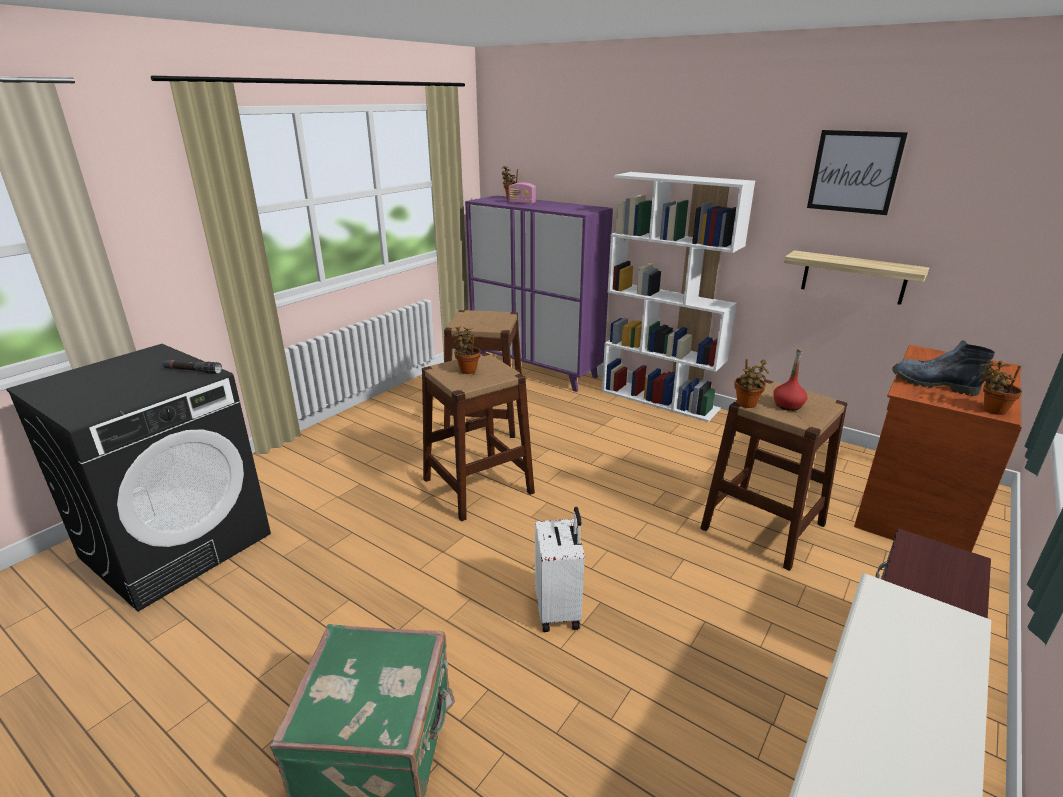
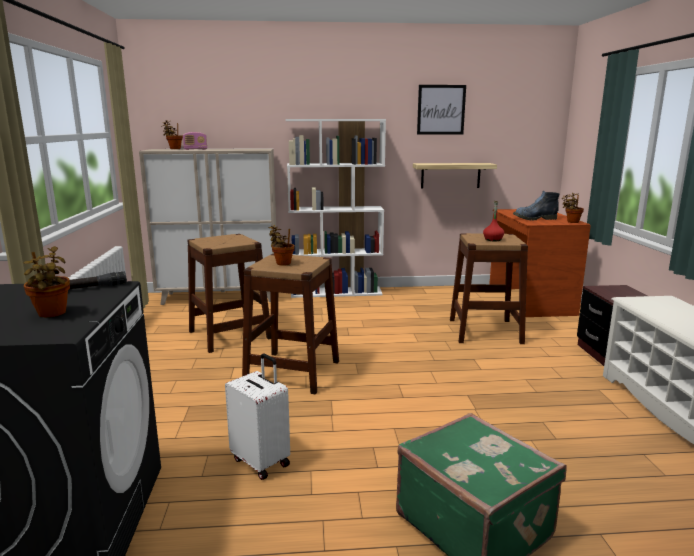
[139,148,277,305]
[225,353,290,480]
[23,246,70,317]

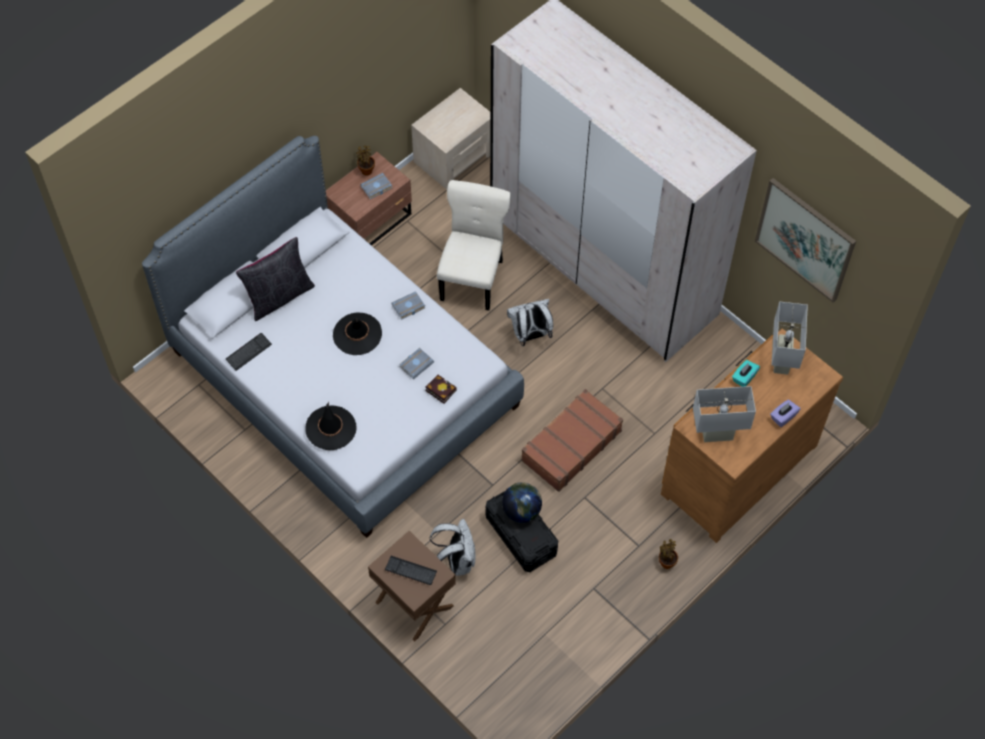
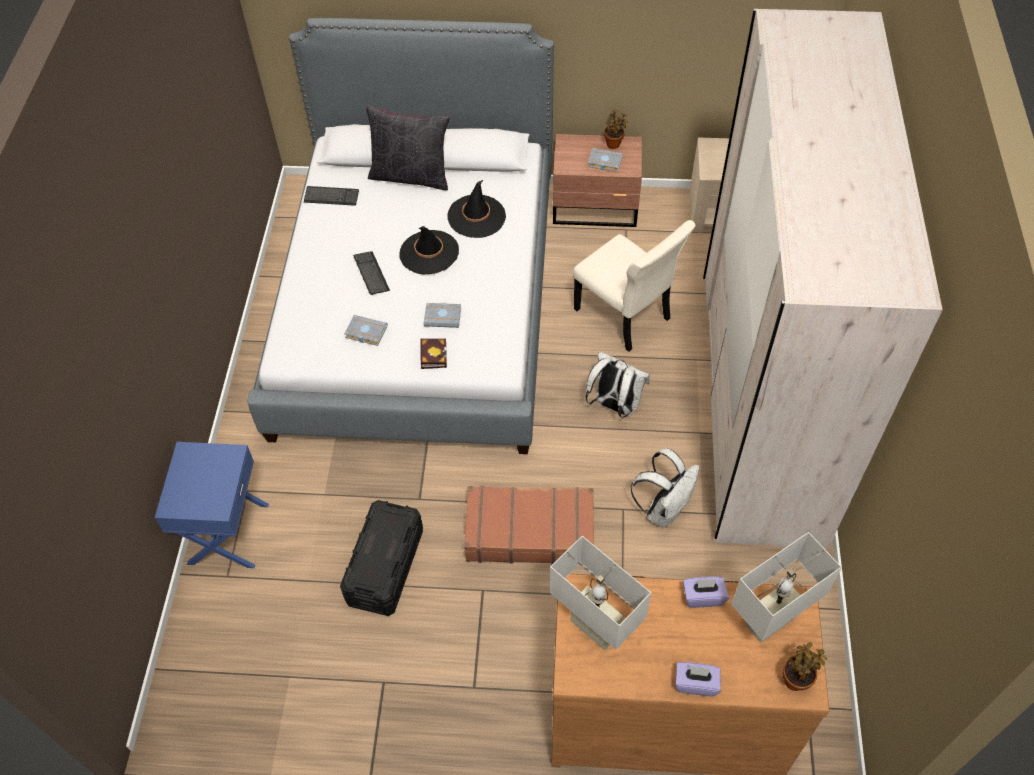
[447,180,506,238]
[155,442,269,568]
[353,251,390,295]
[344,315,388,346]
[630,449,700,527]
[573,220,696,352]
[502,482,542,523] (first image)
[782,642,827,691]
[683,577,729,608]
[755,178,856,303] (first image)

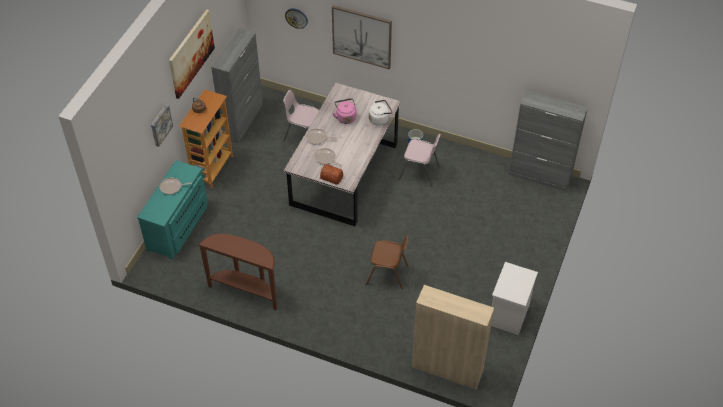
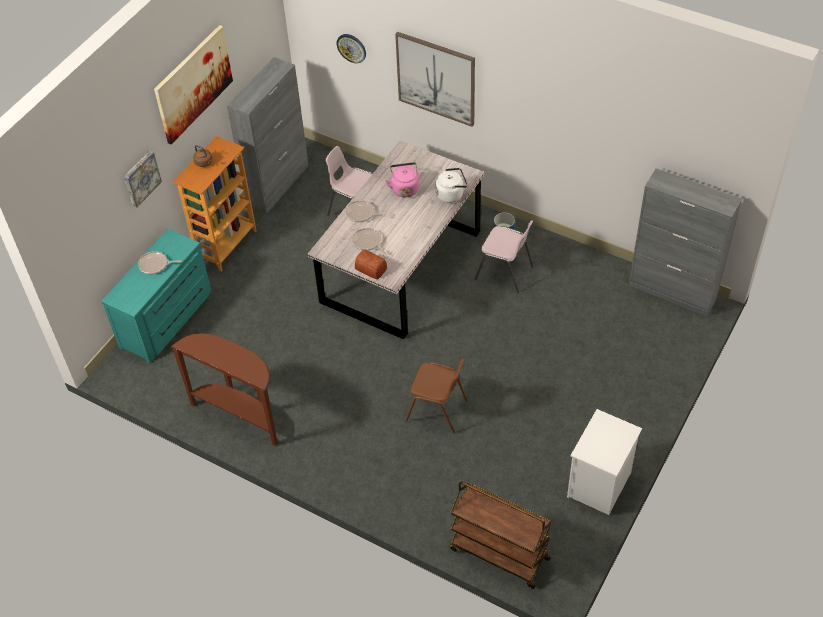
[449,481,551,589]

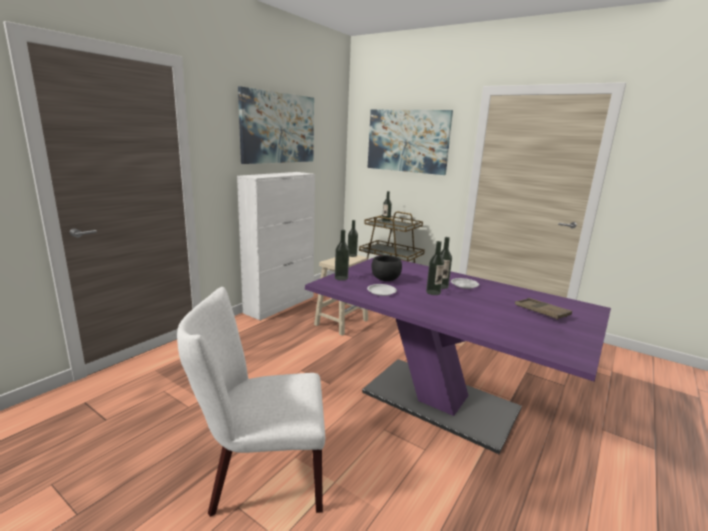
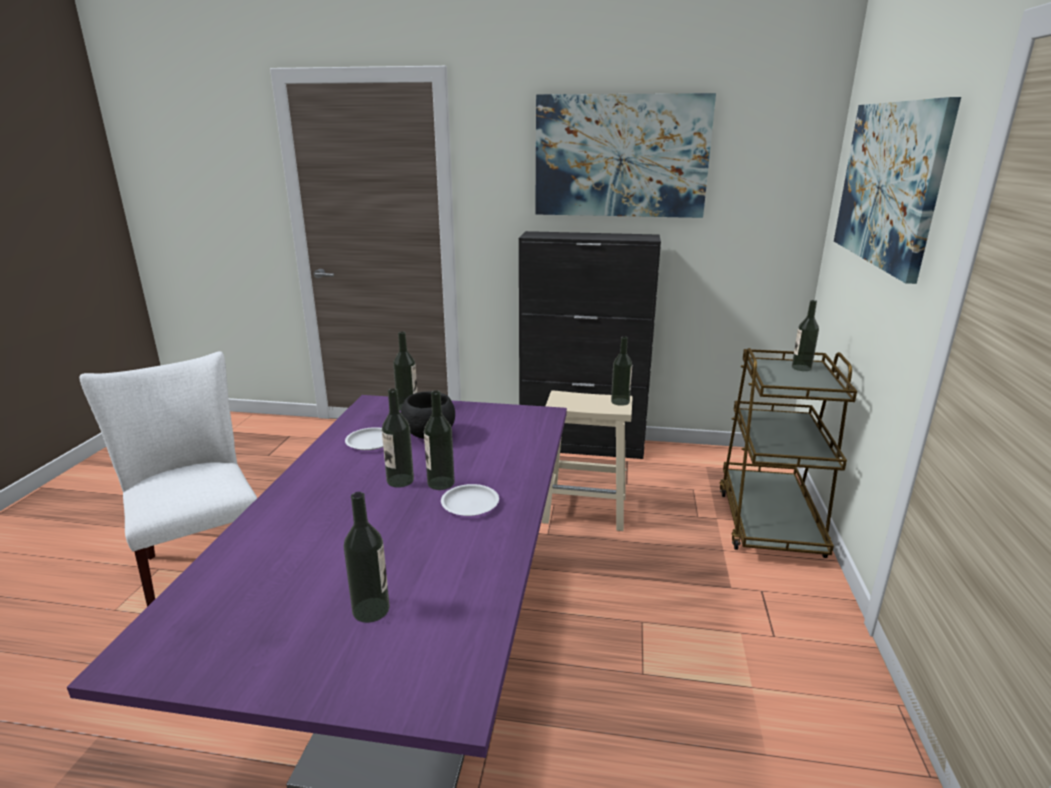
[519,231,661,459]
[344,492,390,623]

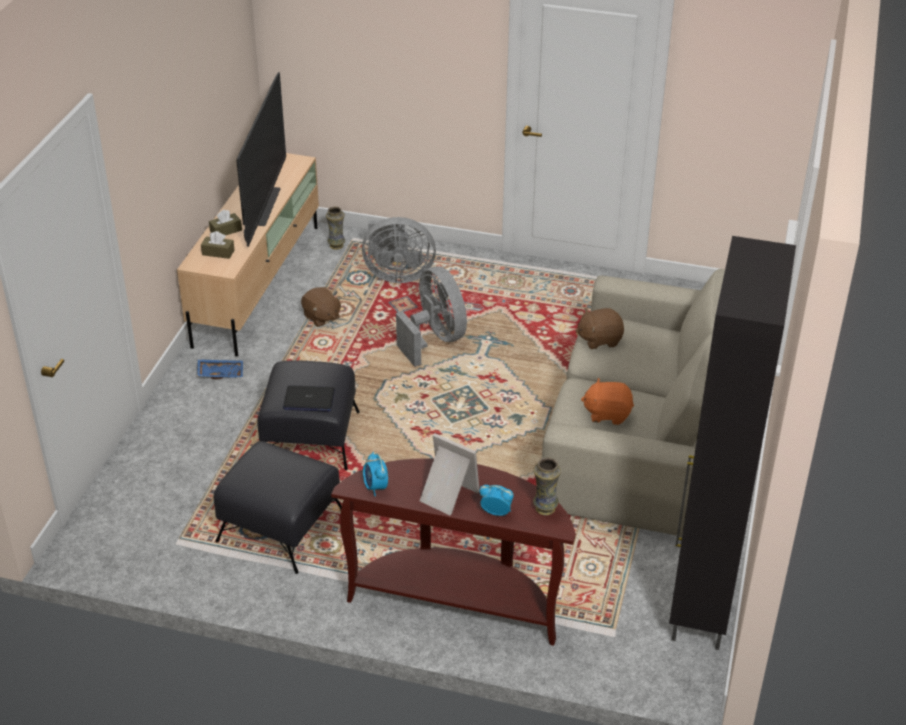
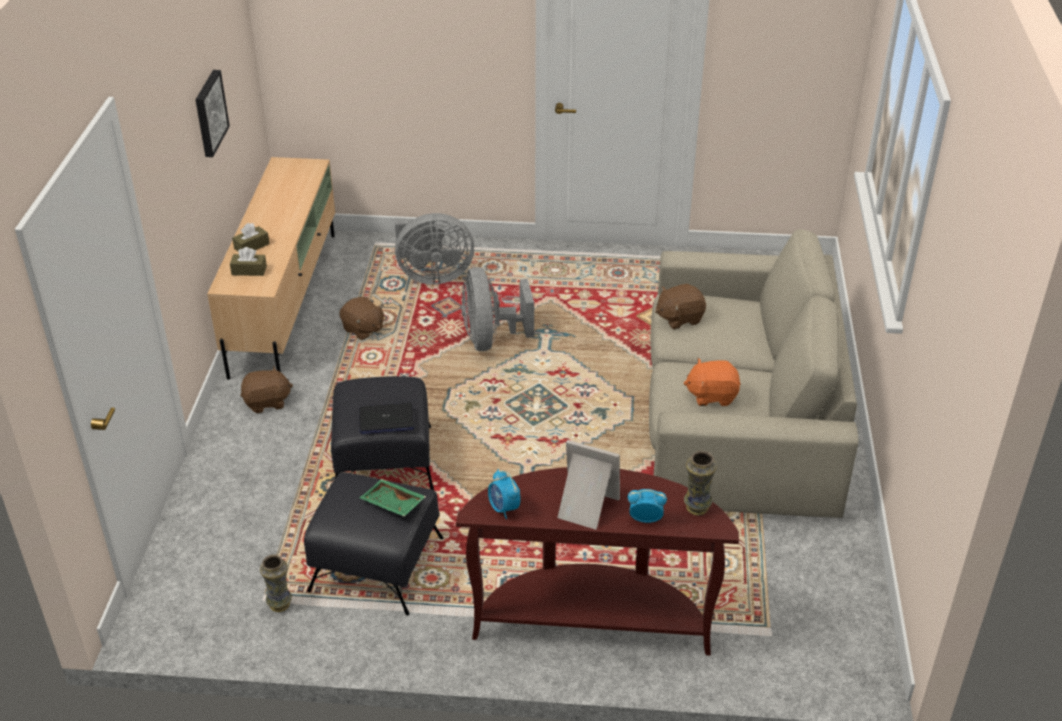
[240,366,293,413]
[236,72,286,247] (first image)
[260,555,292,612]
[461,267,534,351]
[669,236,796,650] (first image)
[195,70,230,157]
[359,479,426,516]

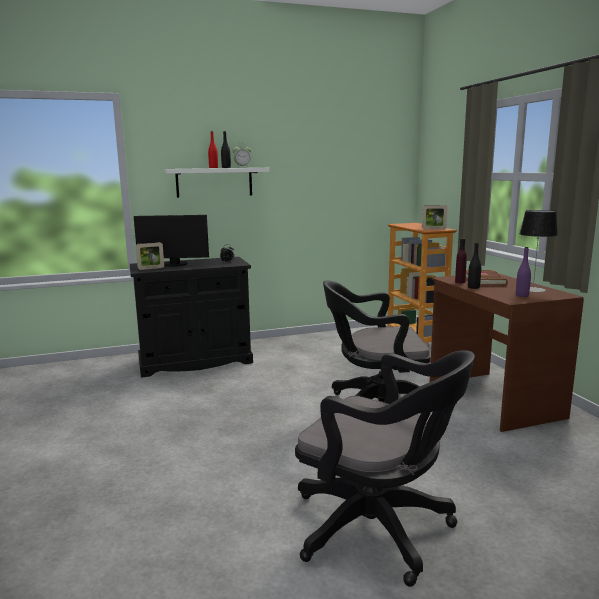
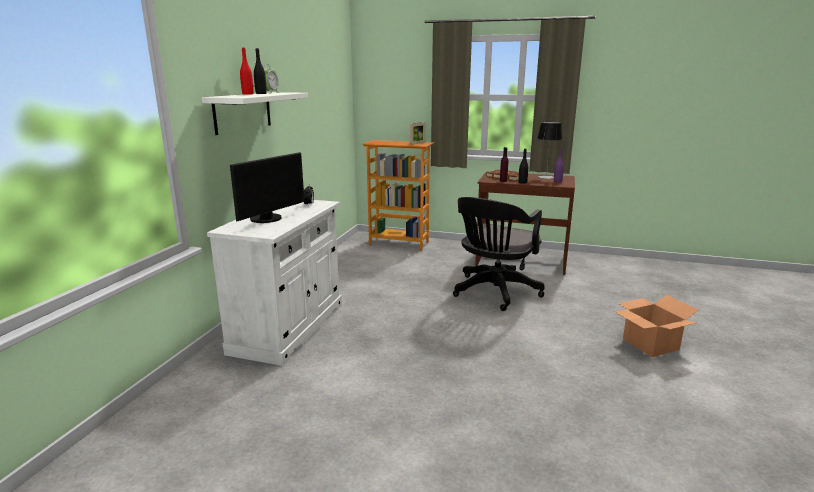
[207,200,342,366]
[136,242,164,270] (first image)
[614,295,698,357]

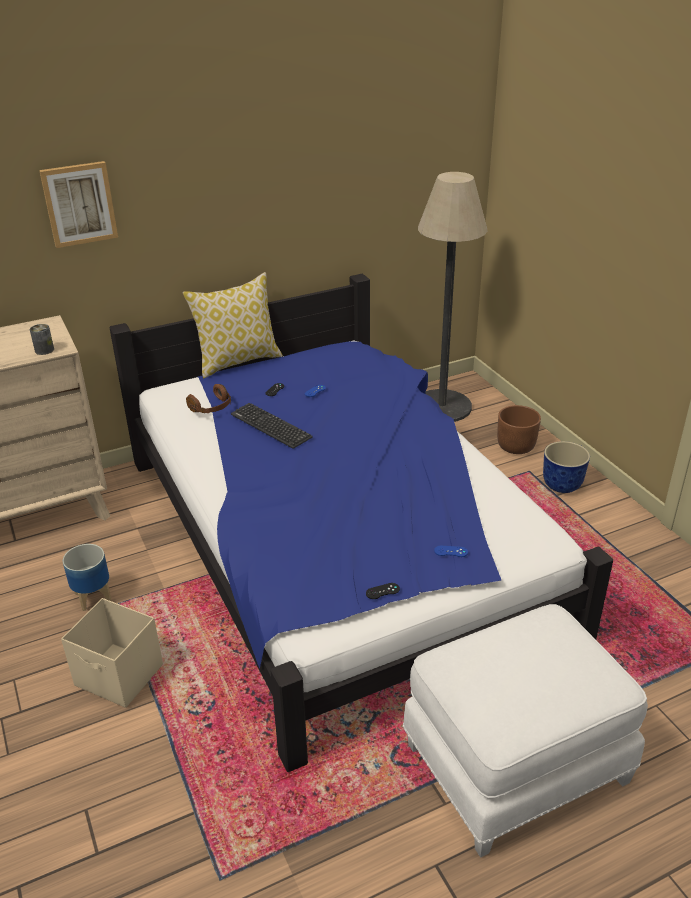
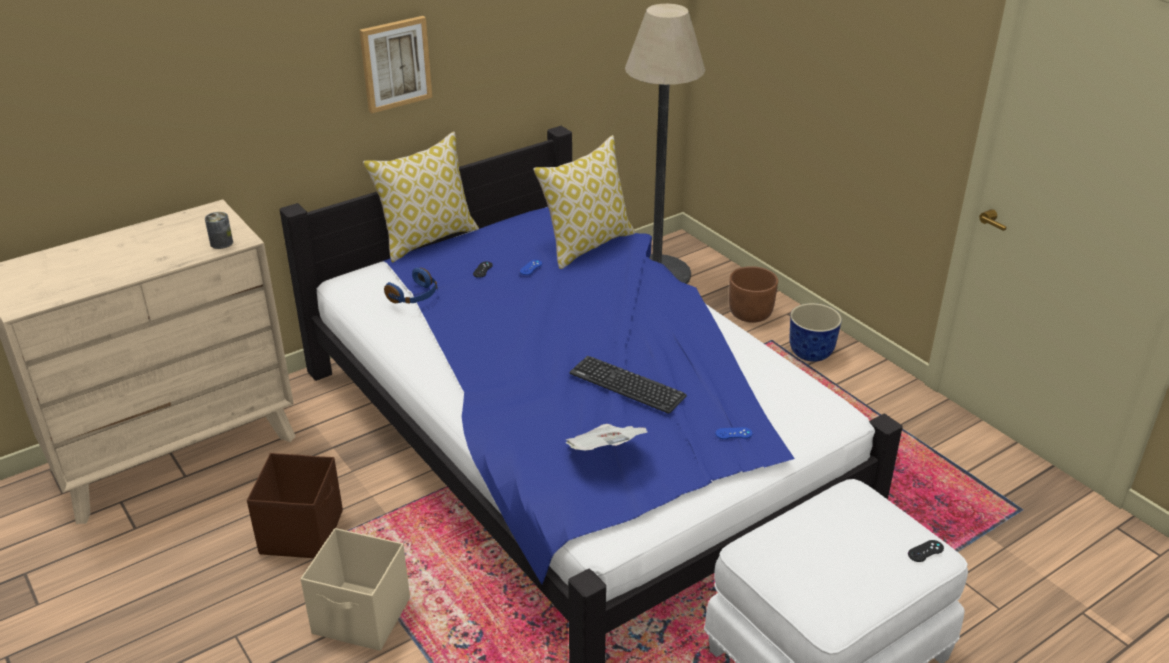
[359,16,432,113]
[247,453,343,558]
[384,268,438,303]
[569,356,687,414]
[908,540,944,562]
[533,135,635,269]
[566,424,647,450]

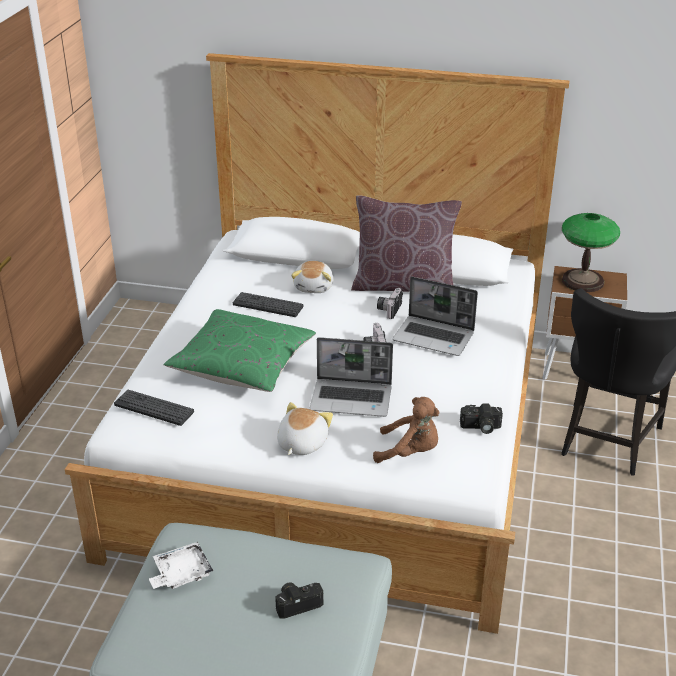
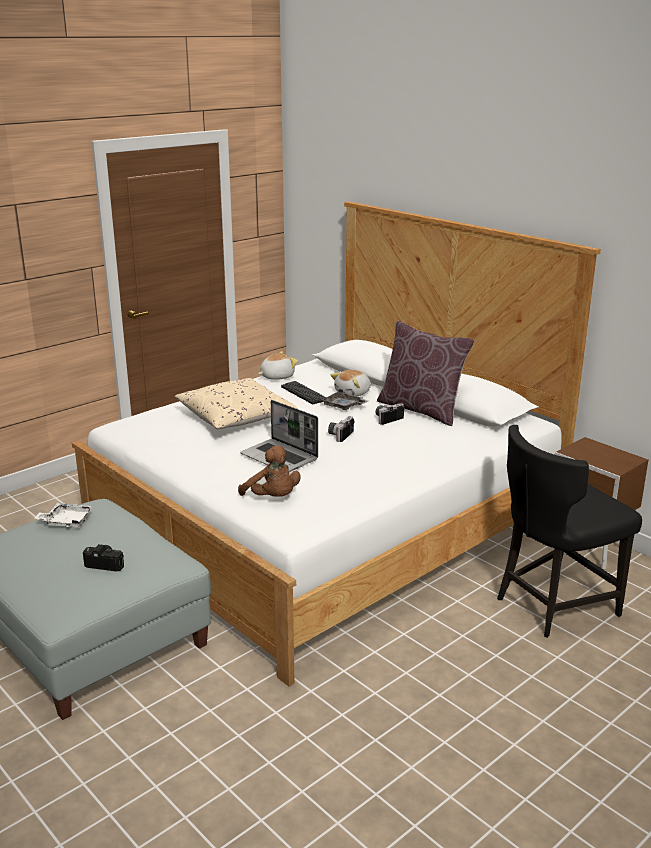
[114,390,194,426] (first image)
[175,378,297,429]
[258,351,298,380]
[392,277,478,356] (first image)
[460,403,503,434] (first image)
[562,213,620,292] (first image)
[321,389,368,410]

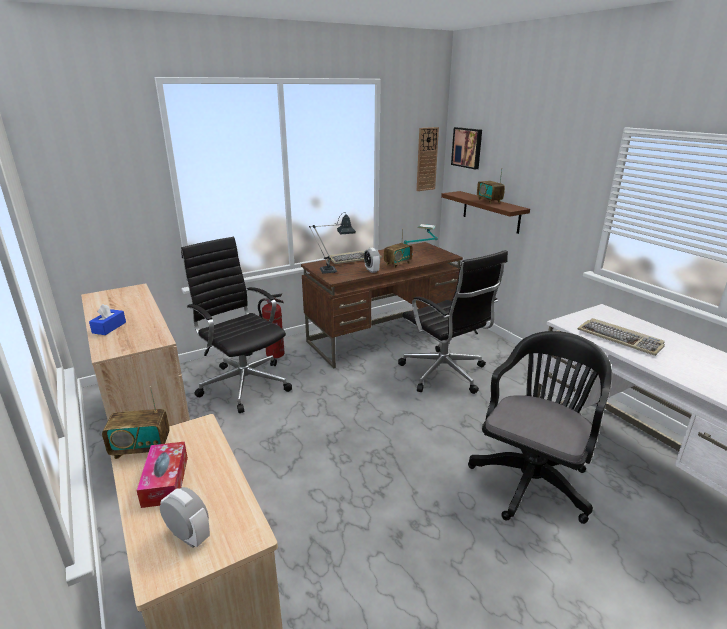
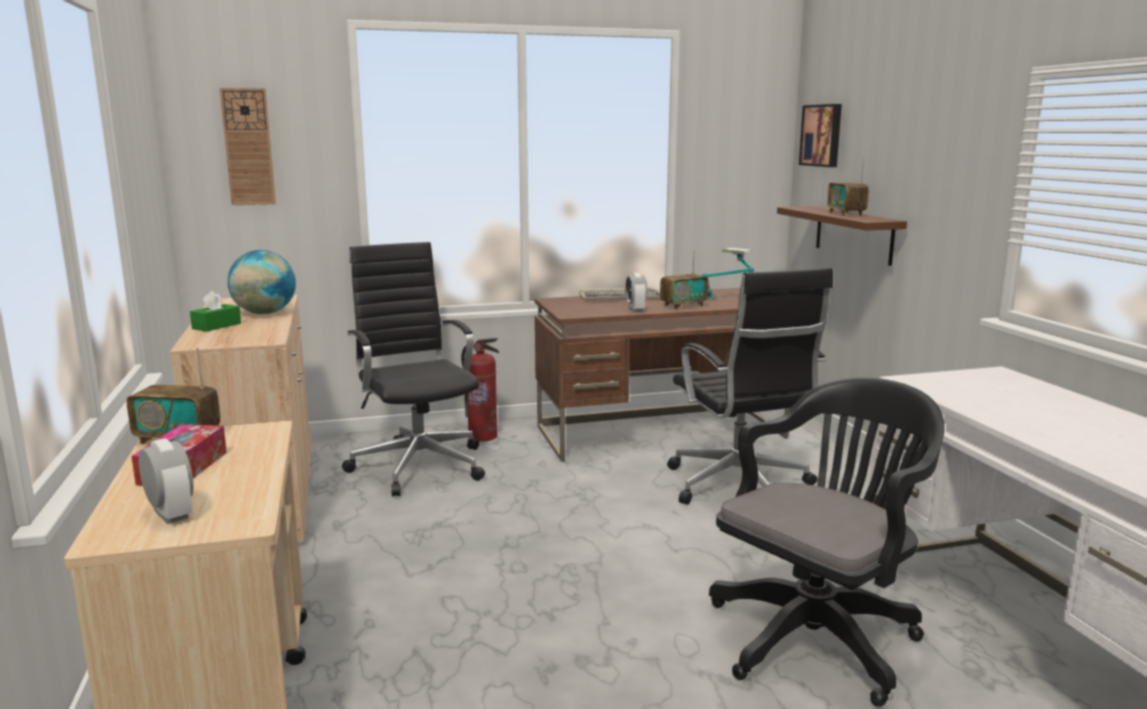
[190,291,241,332]
[309,212,356,274] (first image)
[220,88,276,205]
[578,318,665,356] (first image)
[228,250,296,315]

